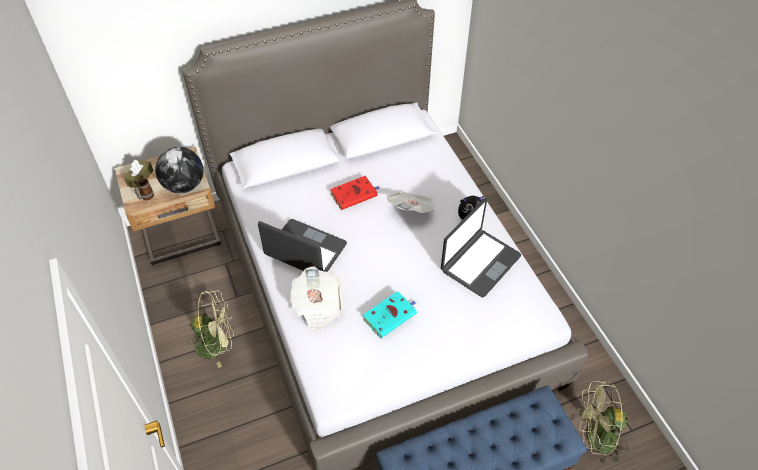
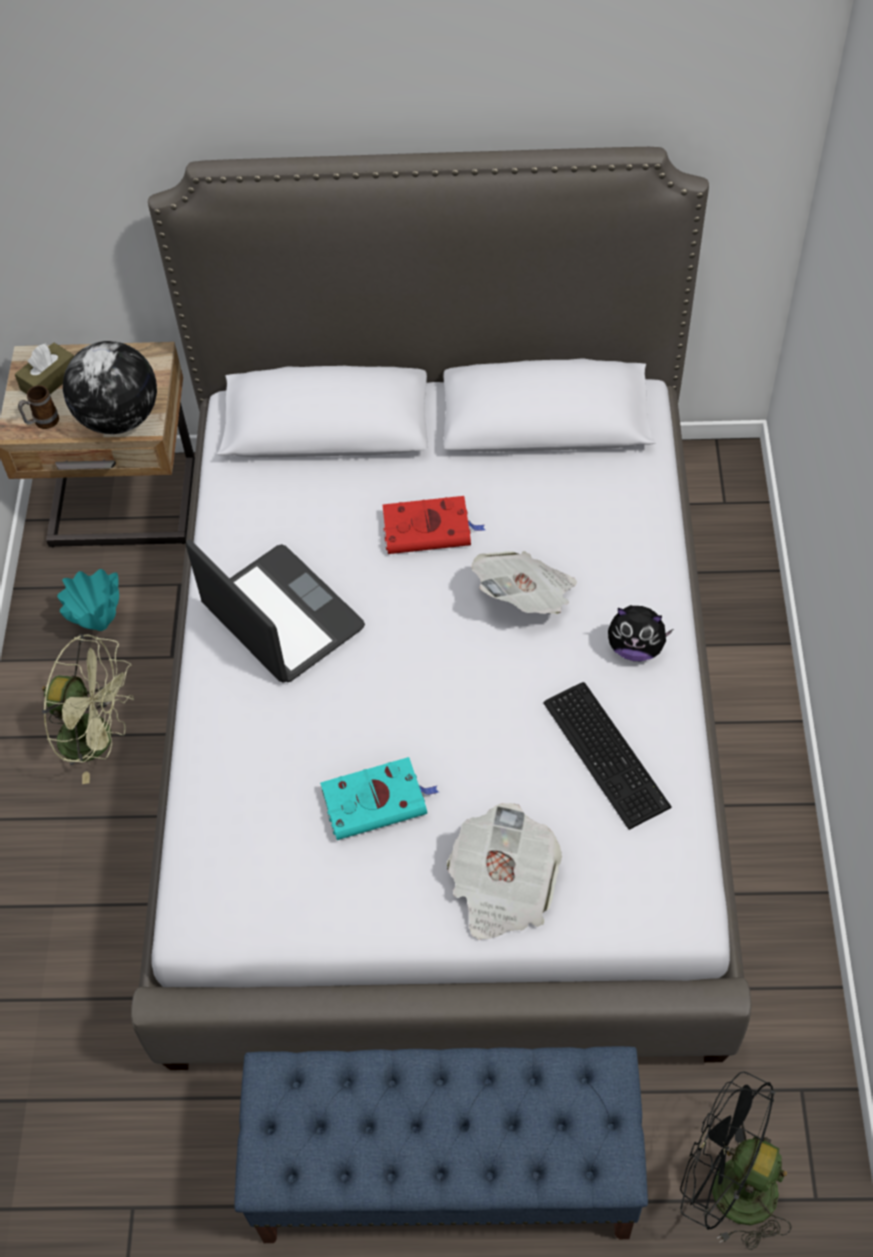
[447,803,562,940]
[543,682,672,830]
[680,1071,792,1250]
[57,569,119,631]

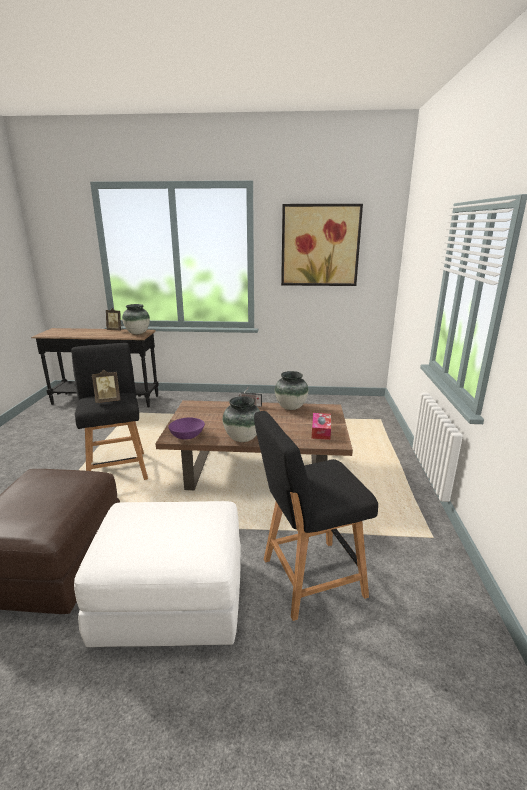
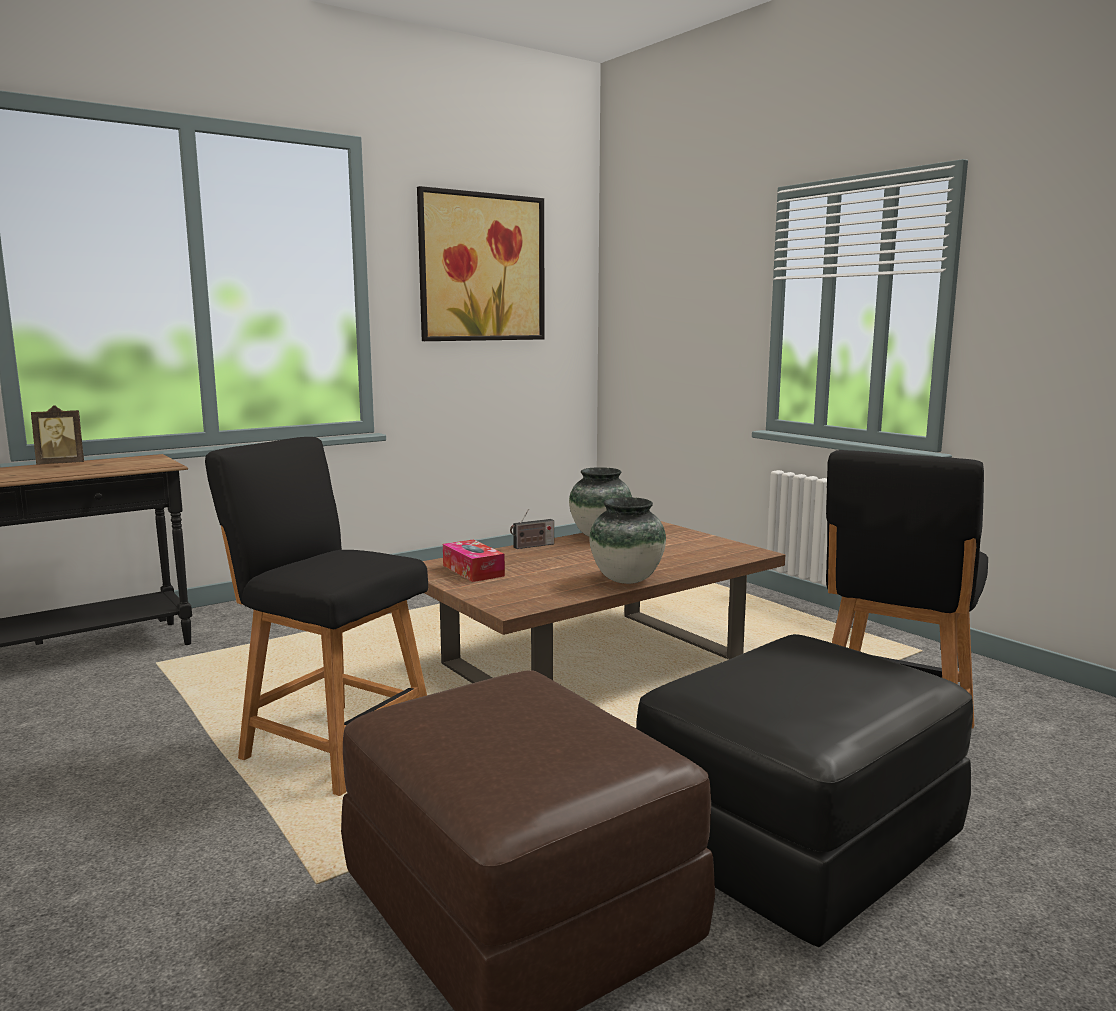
[636,634,973,947]
[92,370,120,403] (first image)
[122,304,150,334] (first image)
[168,418,205,440] (first image)
[443,539,505,582]

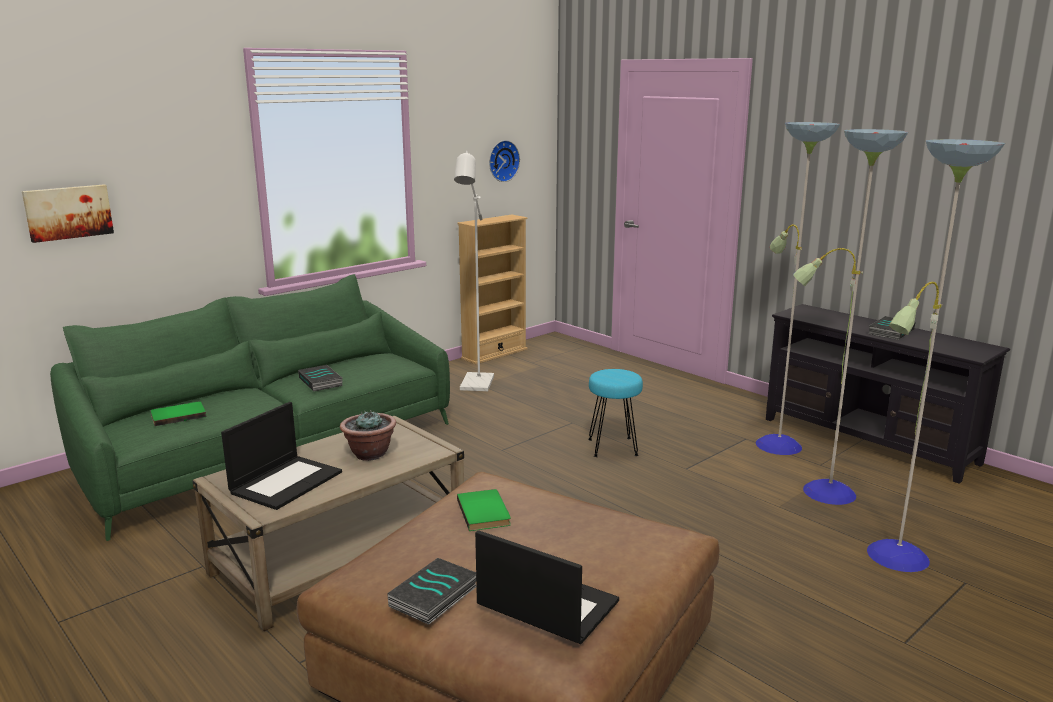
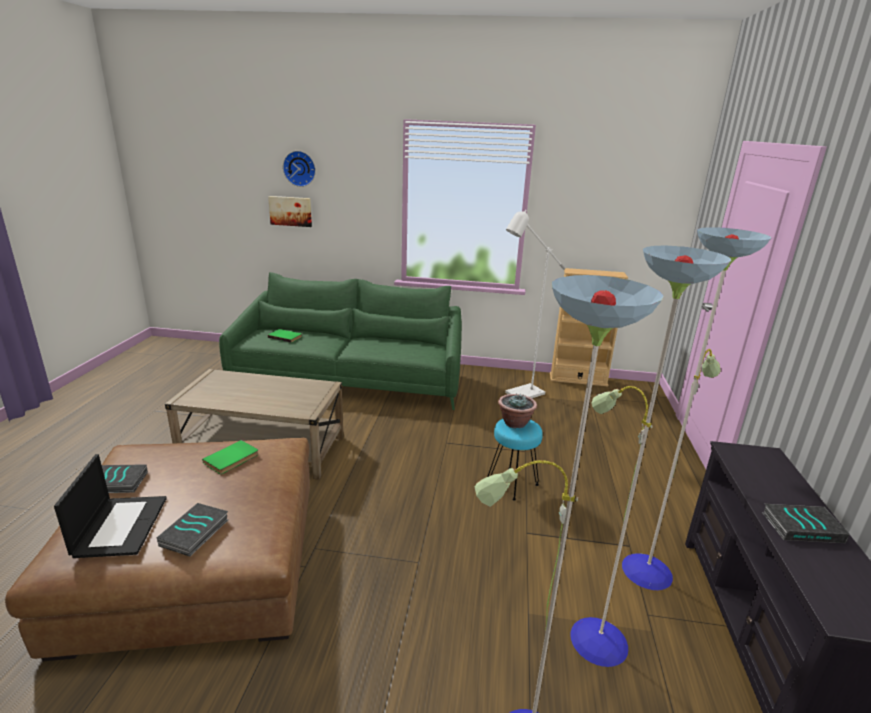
[221,402,342,510] (first image)
[157,503,228,557]
[498,393,537,428]
[283,151,316,187]

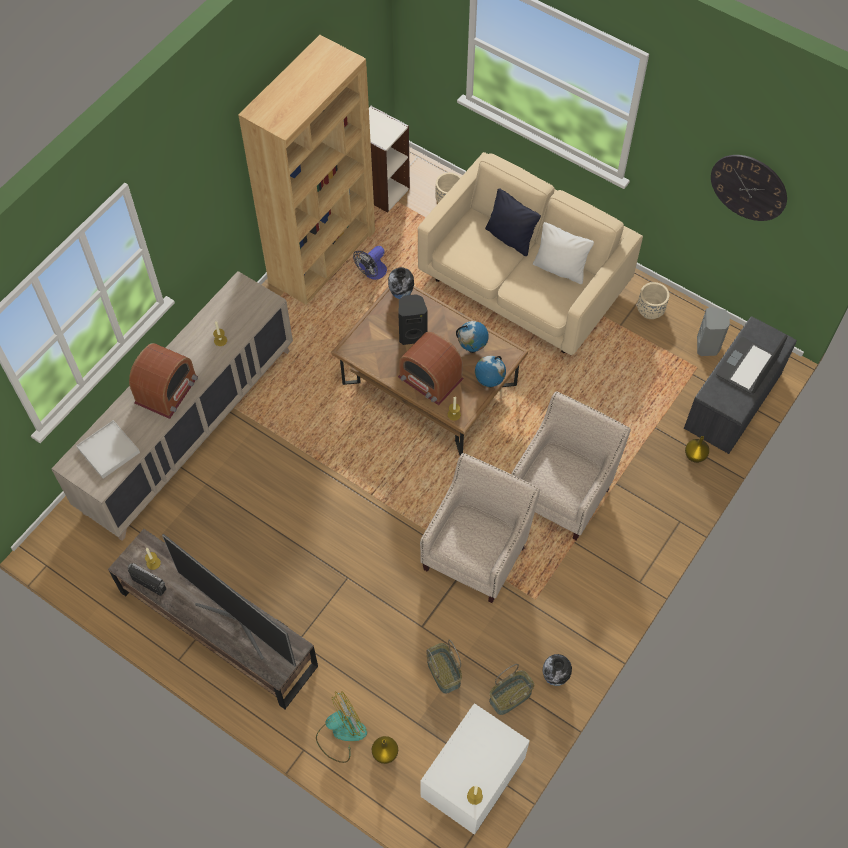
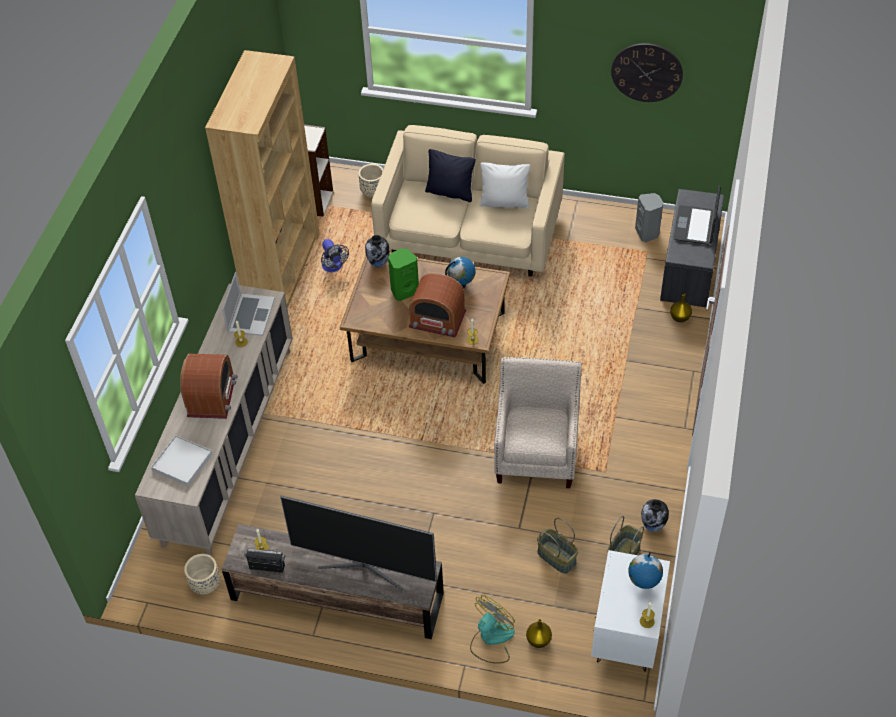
[321,239,349,272]
[388,249,419,301]
[628,552,663,589]
[511,391,631,541] (first image)
[184,554,220,594]
[222,272,275,336]

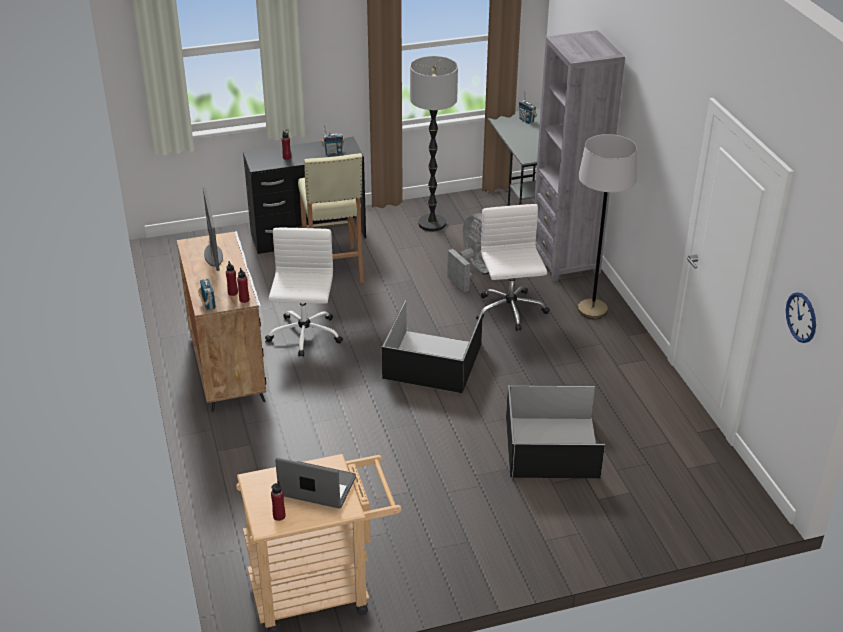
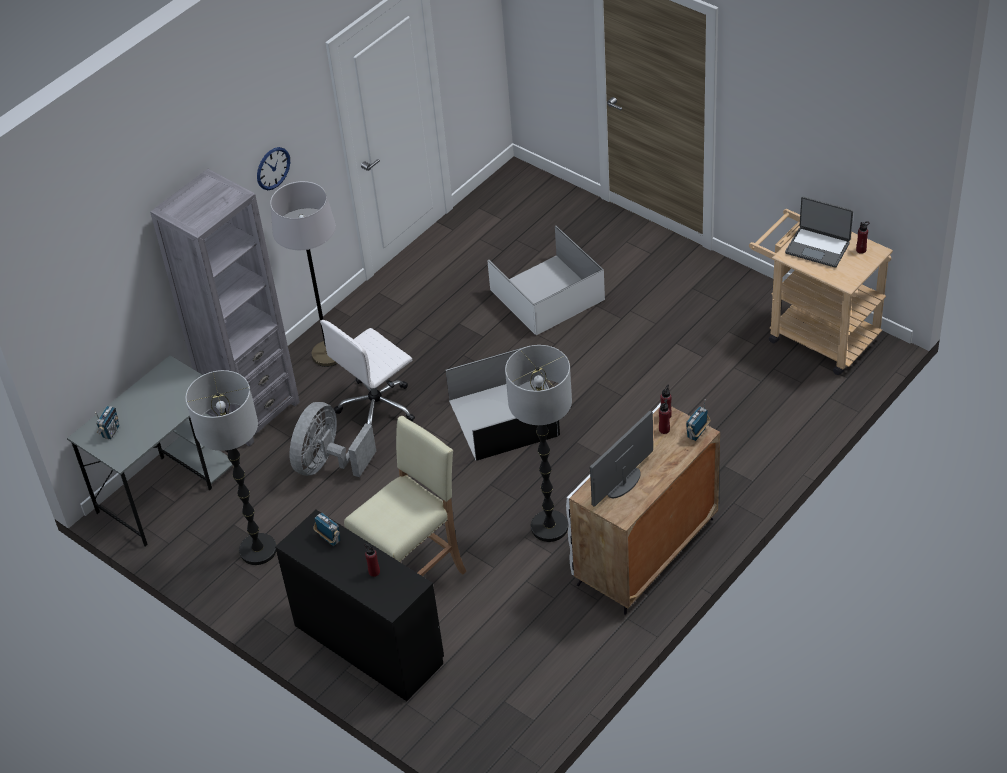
[505,345,572,542]
[785,196,853,268]
[487,226,605,335]
[257,147,290,190]

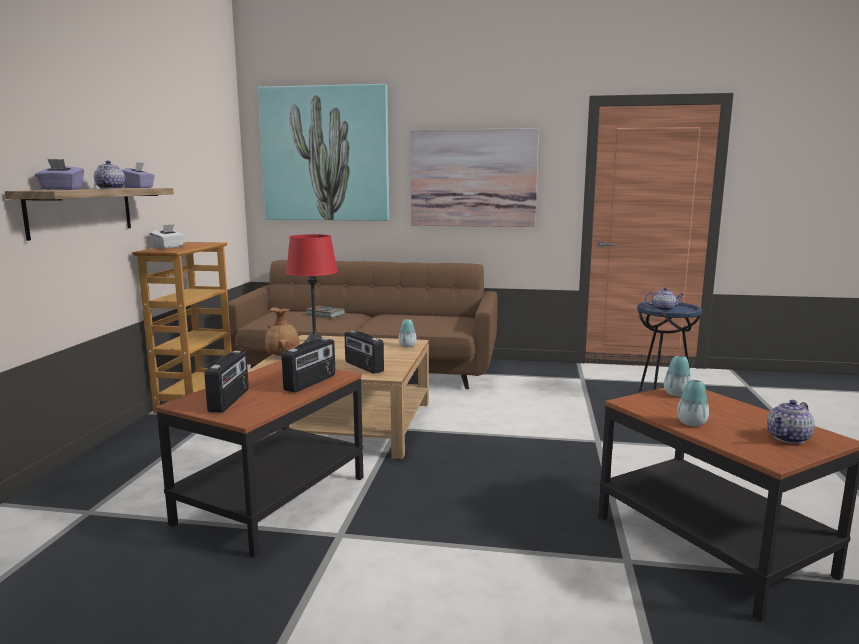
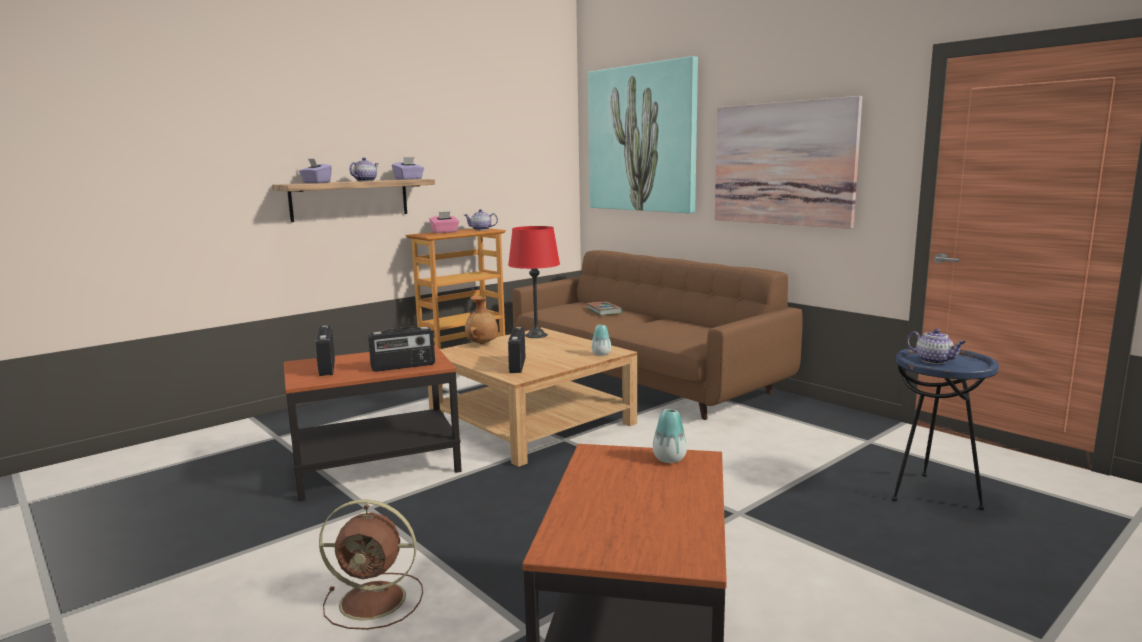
[429,211,459,233]
[316,326,335,376]
[677,380,709,426] (first image)
[465,209,498,230]
[319,500,423,630]

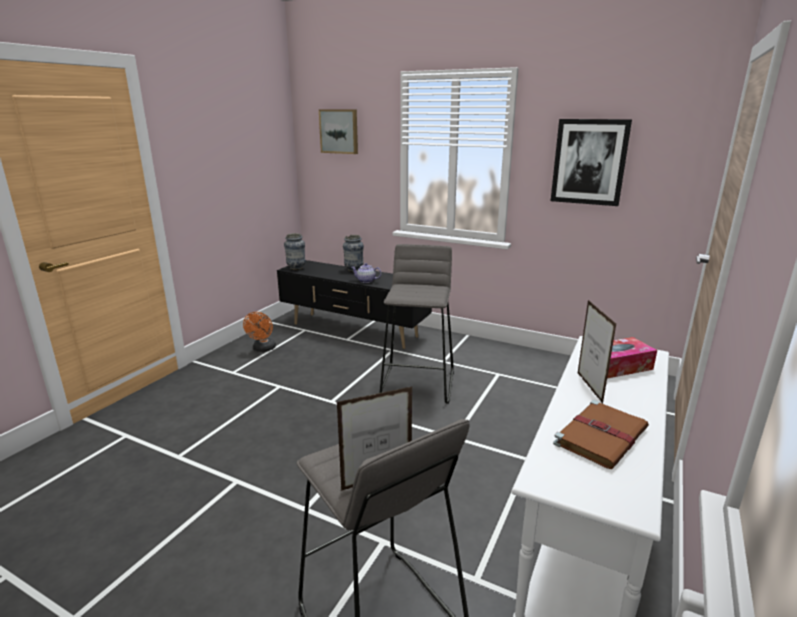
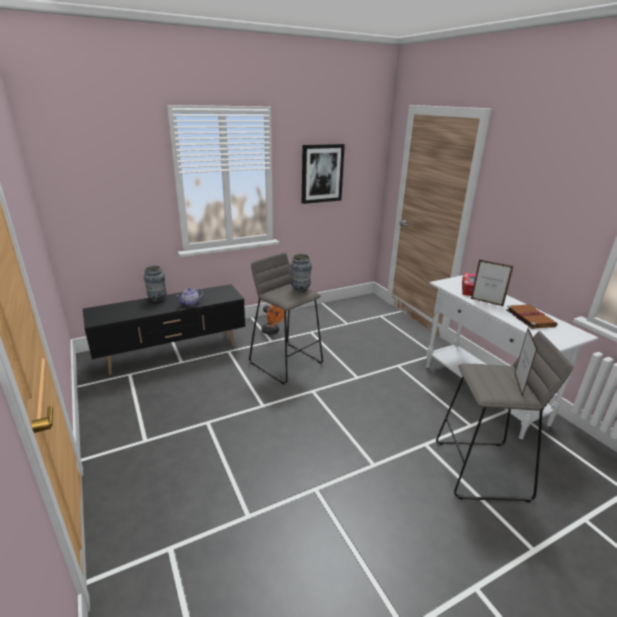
[261,305,284,335]
[290,254,312,292]
[319,110,358,154] (first image)

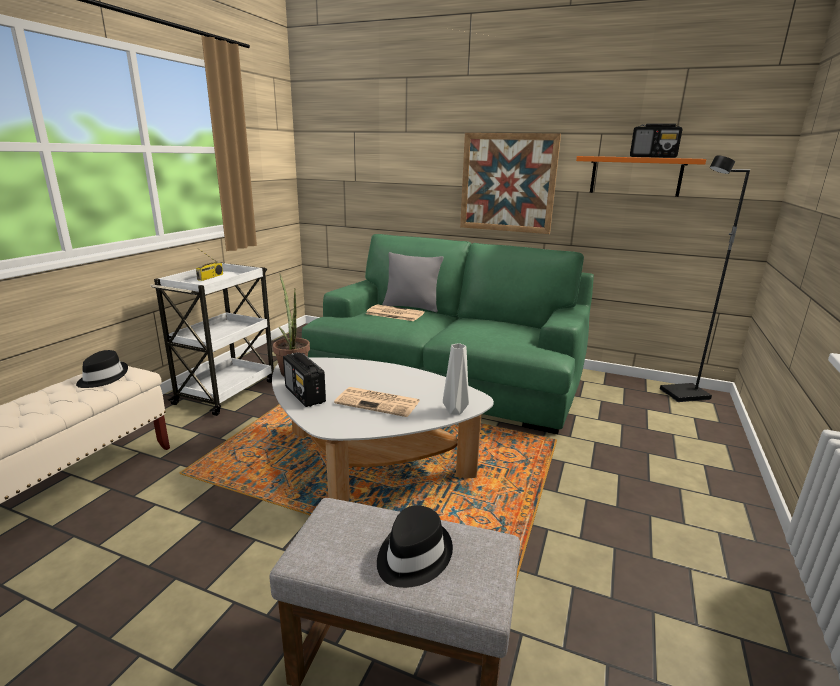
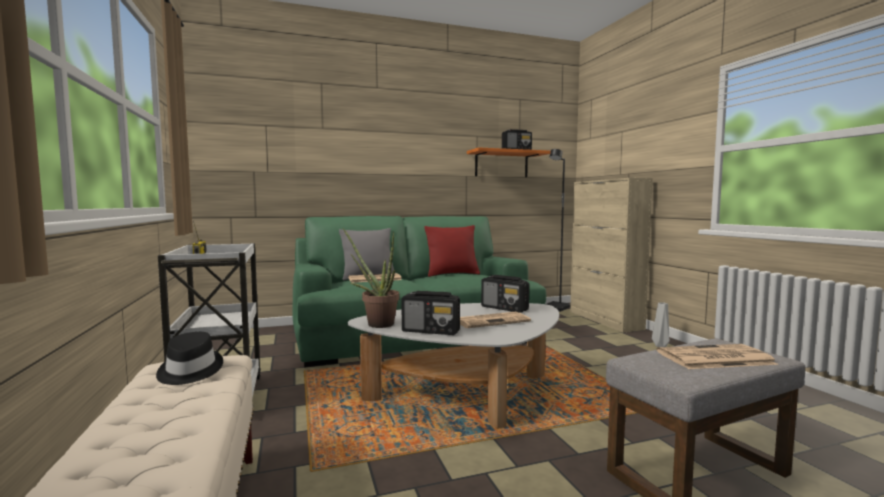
[656,344,778,369]
[652,302,669,347]
[460,133,561,234] (first image)
[424,225,480,277]
[481,275,529,313]
[570,178,653,332]

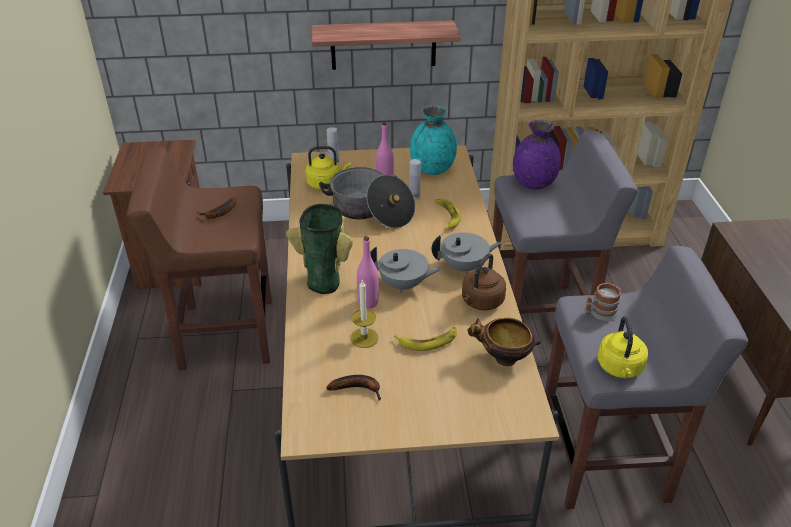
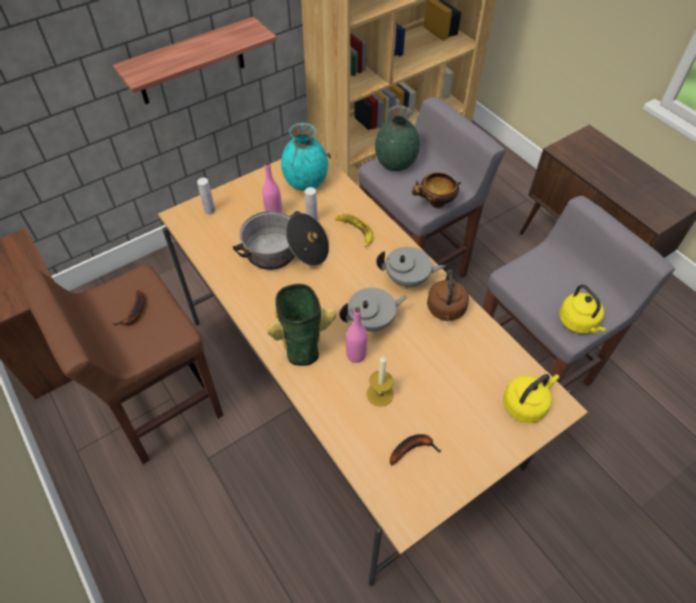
[503,374,560,423]
[394,326,457,351] (first image)
[376,247,446,289]
[412,172,461,208]
[375,105,420,171]
[585,283,621,321] (first image)

